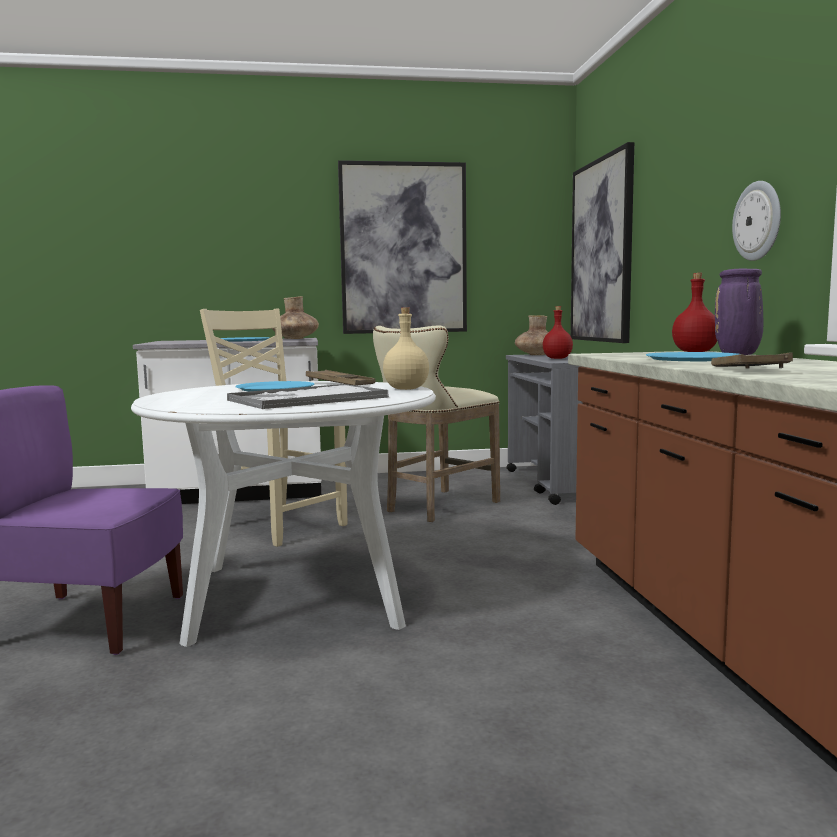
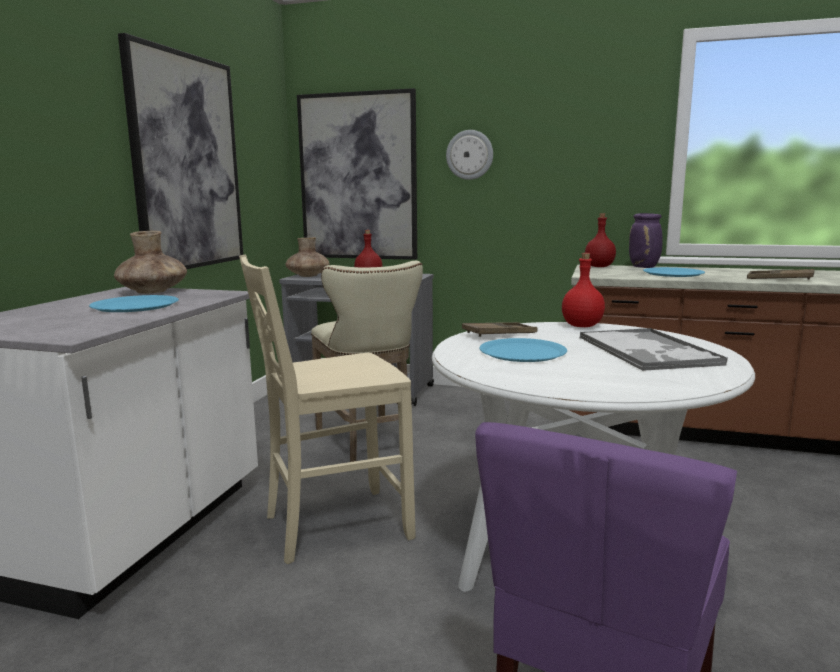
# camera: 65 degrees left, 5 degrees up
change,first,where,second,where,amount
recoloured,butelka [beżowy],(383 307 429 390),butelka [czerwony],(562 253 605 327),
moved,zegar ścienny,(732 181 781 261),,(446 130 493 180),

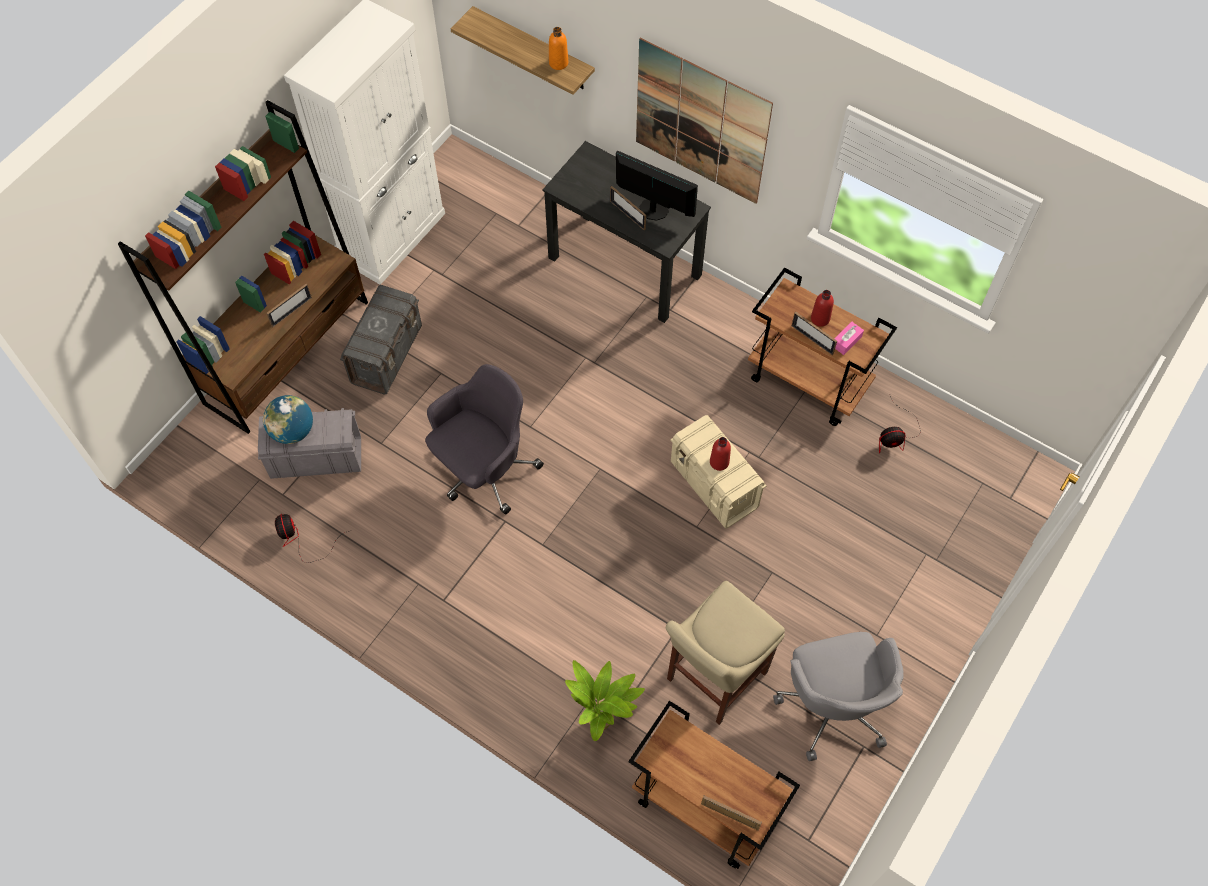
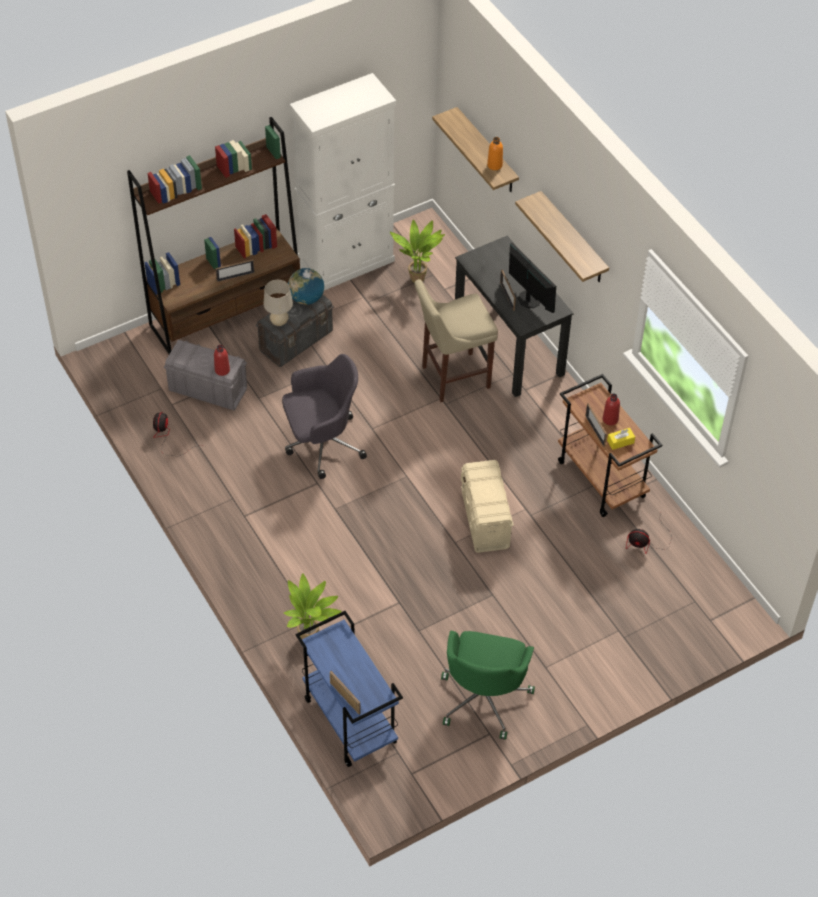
# camera: 25 degrees right, 10 degrees down
change,first,where,second,where,amount
moved,globus,(263 395 313 444),,(288 268 324 305),
recoloured,wózek [brązowy],(629 701 800 869),wózek [niebieski],(296 611 403 767),
replaced,obraz,(636 37 773 204),półka,(515 191 609 282),
moved,stołek [beżowy],(666 581 785 725),,(415 279 498 402),
moved,butelka [czerwony],(710 437 731 471),,(214 345 230 376),
recoloured,krzesło biurowe [szary],(773 632 904 761),krzesło biurowe [zielony],(441 631 535 740),
recoloured,pudełko chusteczek [różowy],(834 321 864 355),pudełko chusteczek [żółty],(607 428 635 450),
added,,,lampa stołowa [beżowy],(263 280 293 326),
added,,,roślina doniczkowa,(390 220 445 283),

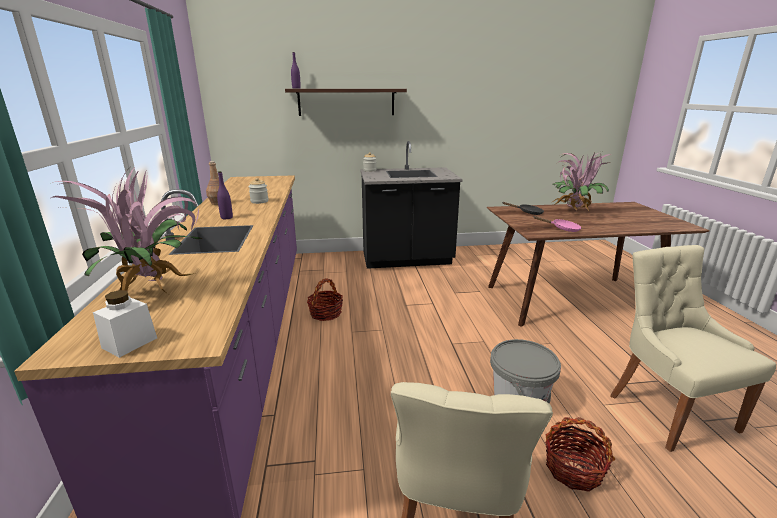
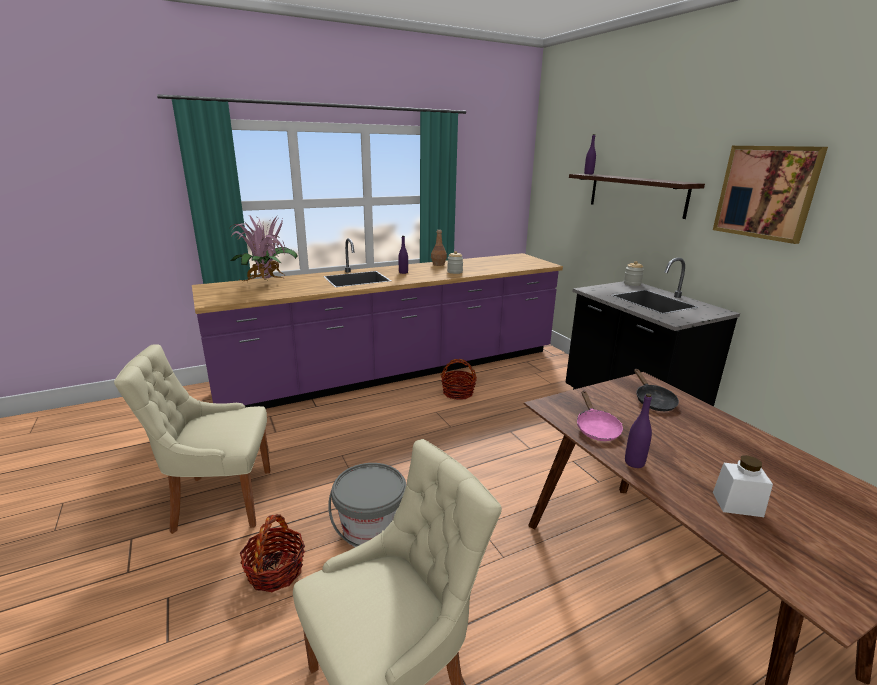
# camera: 70 degrees right, 0 degrees up
change,first,where,second,where,amount
moved,słoik [biały],(93 290 157 358),,(713 455 773 517),
removed,roślina doniczkowa,(551 152 611 212),,,
added,,,butelka [fioletowy],(625 393 652 468),
added,,,obraz,(713 146 828 244),

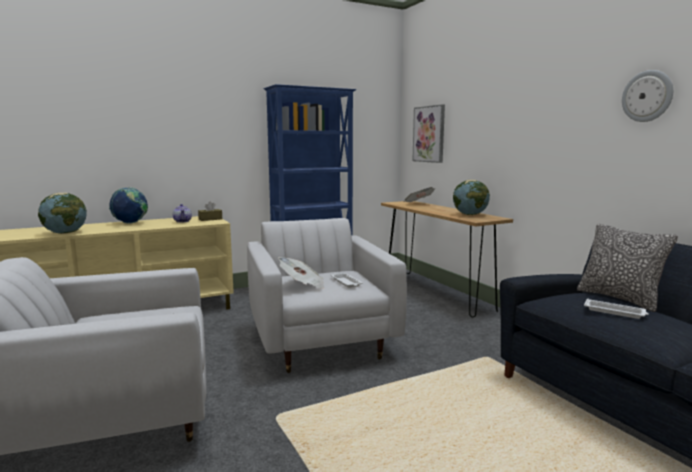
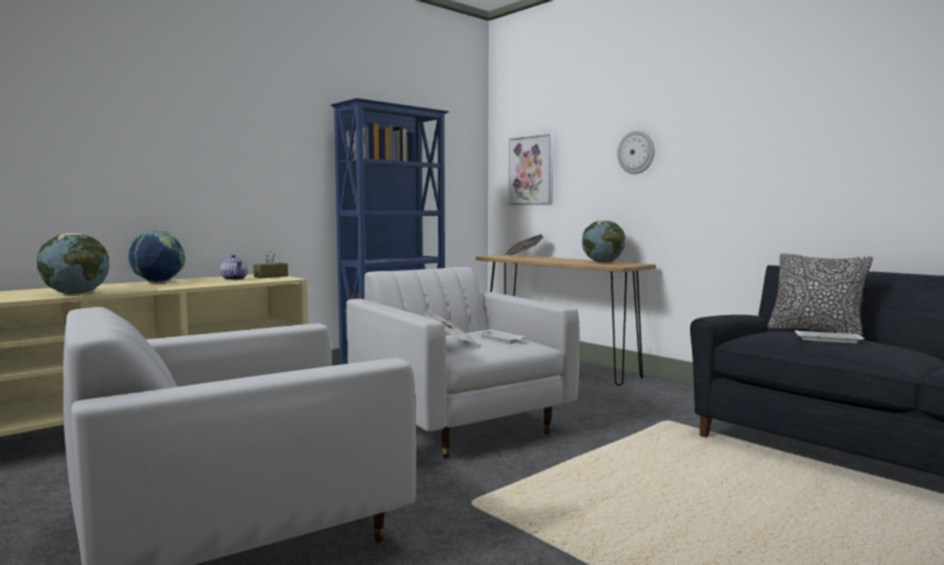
# camera: 15 degrees left, 5 degrees down
change,first,where,second,where,amount
moved,zegar ścienny,(622 70 673 122),,(617 130 655 174),

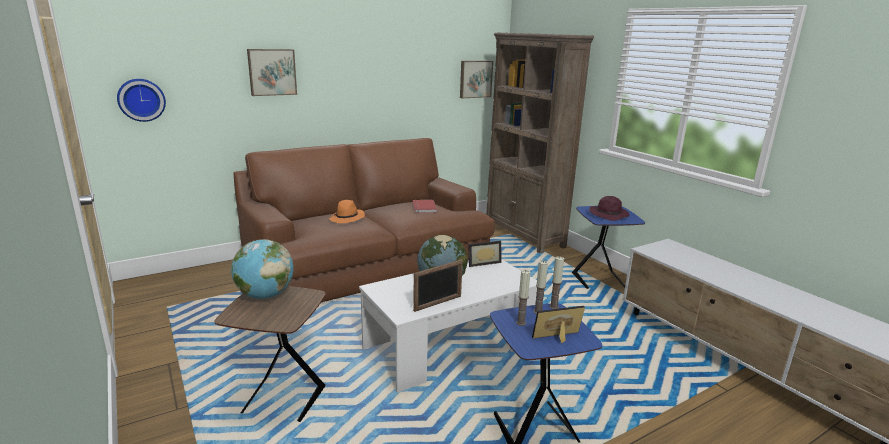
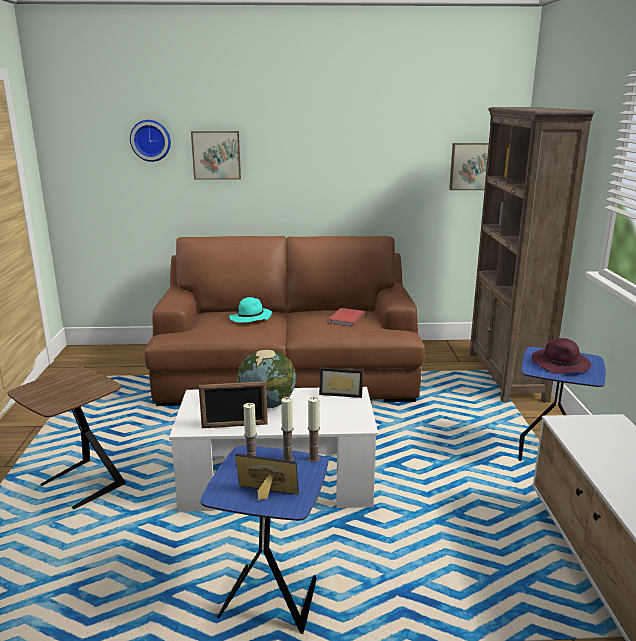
# camera: 30 degrees right, 0 degrees up
change,first,where,second,where,amount
moved,zegar ścienny,(117 79 166 122),,(130 120 171 162),
removed,globus,(231 239 293 299),,,
recoloured,kapelusz [pomarańczowy],(328 200 365 223),kapelusz [turkusowy],(229 297 272 323),

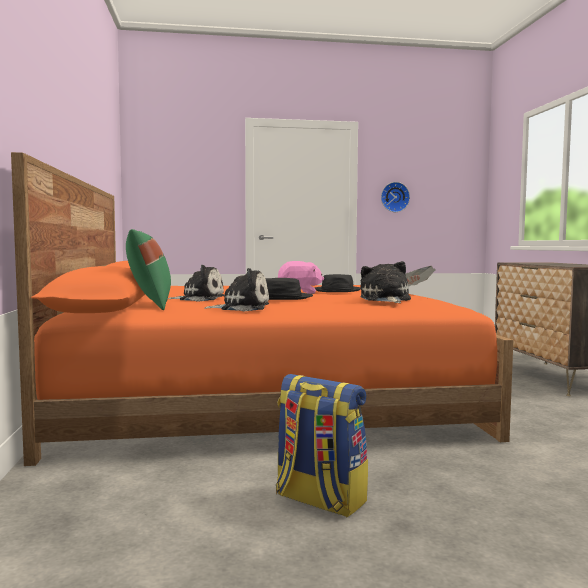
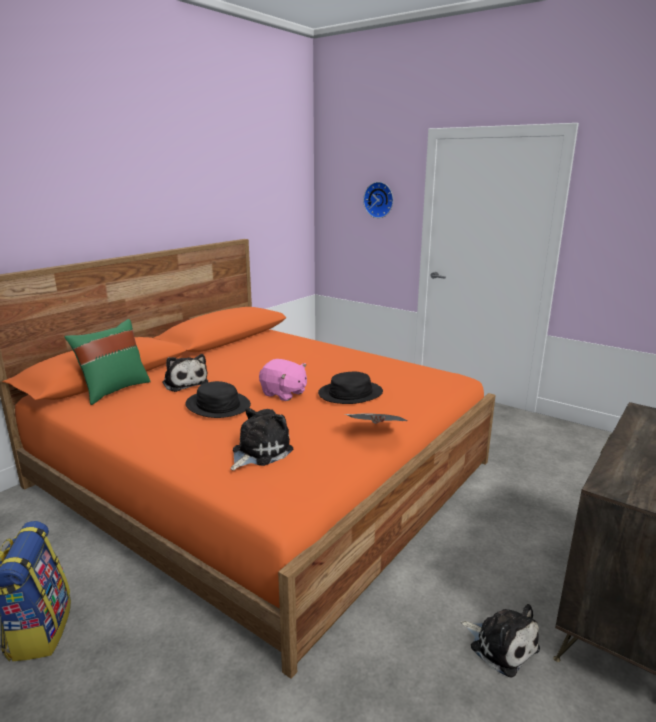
# camera: 45 degrees right, 15 degrees up
change,first,where,second,where,amount
moved,pluszak,(204 268 270 311),,(461 604 540 678),
moved,zegar ścienny,(381 182 410 212),,(363 182 393 218),

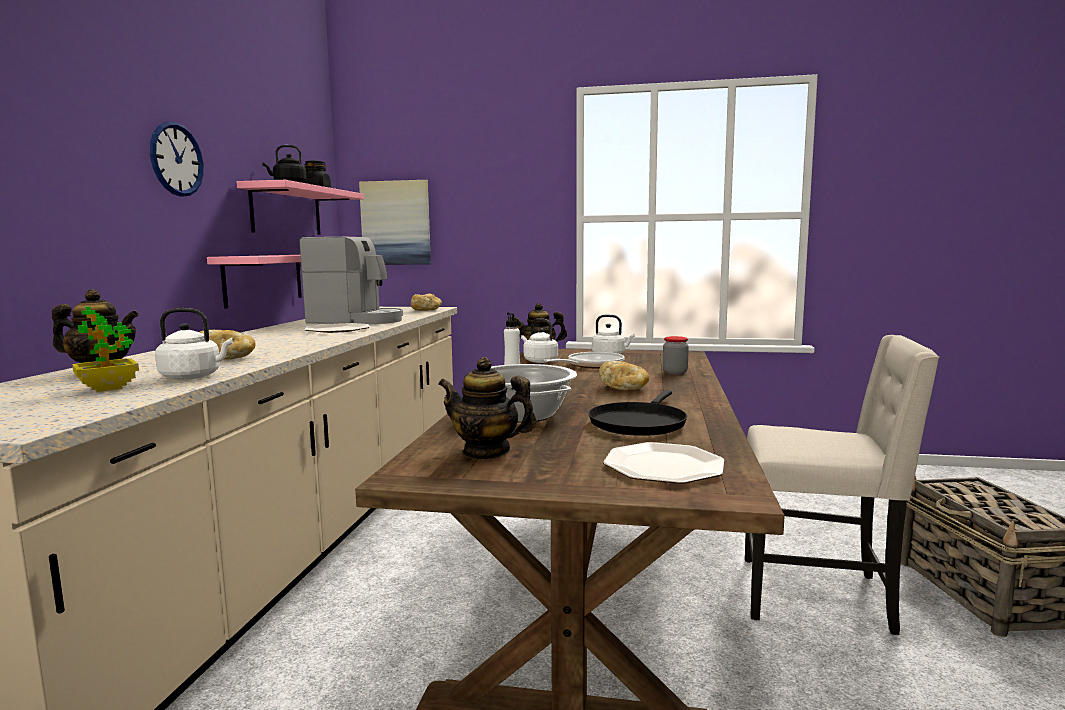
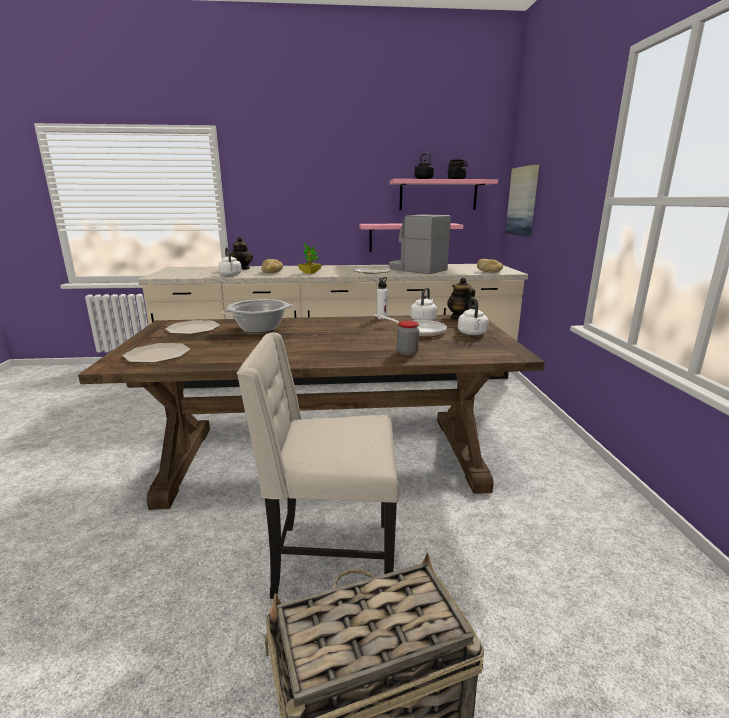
# camera: 75 degrees right, 10 degrees up
change,first,where,second,where,amount
moved,roślina doniczkowa,(72 306 139 392),,(298 243 322 274),
removed,zegar ścienny,(150 122 204 197),,,
turned,ekspres do kawy,(300 237 403 324),,(389 215 451 274),135 degrees clockwise
replaced,imbryk,(438 357 537 460),talerz,(165 320 220 334),
removed,patelnia [czarny],(588 390 687 436),,,
removed,chleb,(599 361 649 391),,,
turned,krzesło [beżowy],(745 335 940 635),,(237 332 399 599),90 degrees clockwise

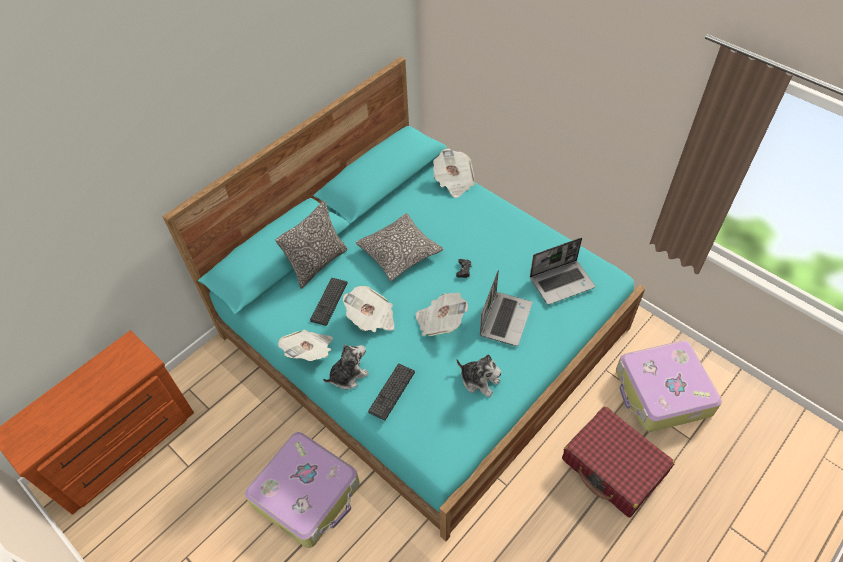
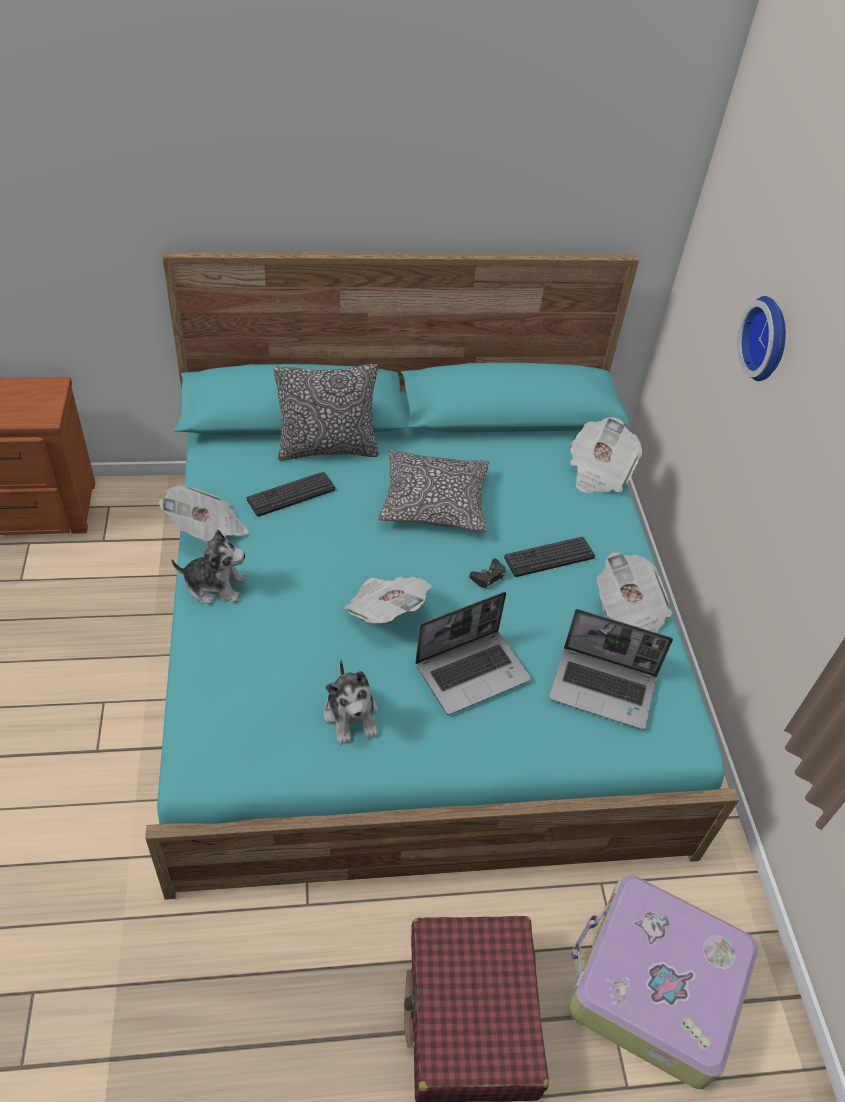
# camera: 35 degrees right, 5 degrees down
change,first,where,second,where,amount
removed,walizka,(245 432 360 548),,,
moved,gazeta,(343 286 394 332),,(597 551 672 633),
moved,klawiatura,(368 364 415 421),,(504 537 595 577),
added,,,zegar ścienny,(738 296 786 381),

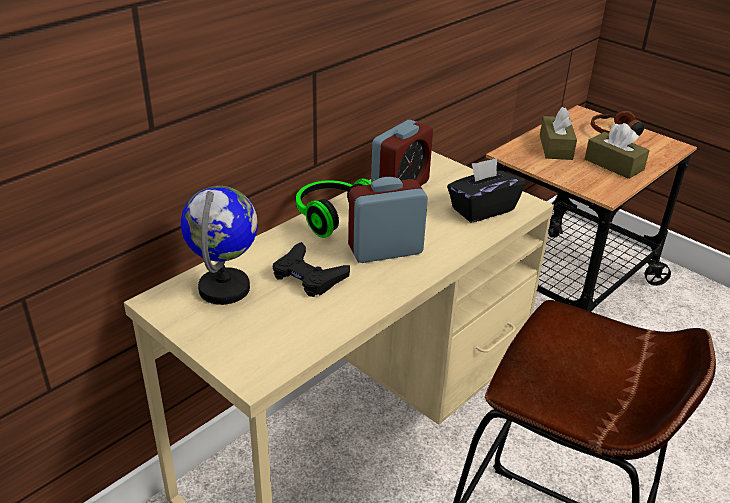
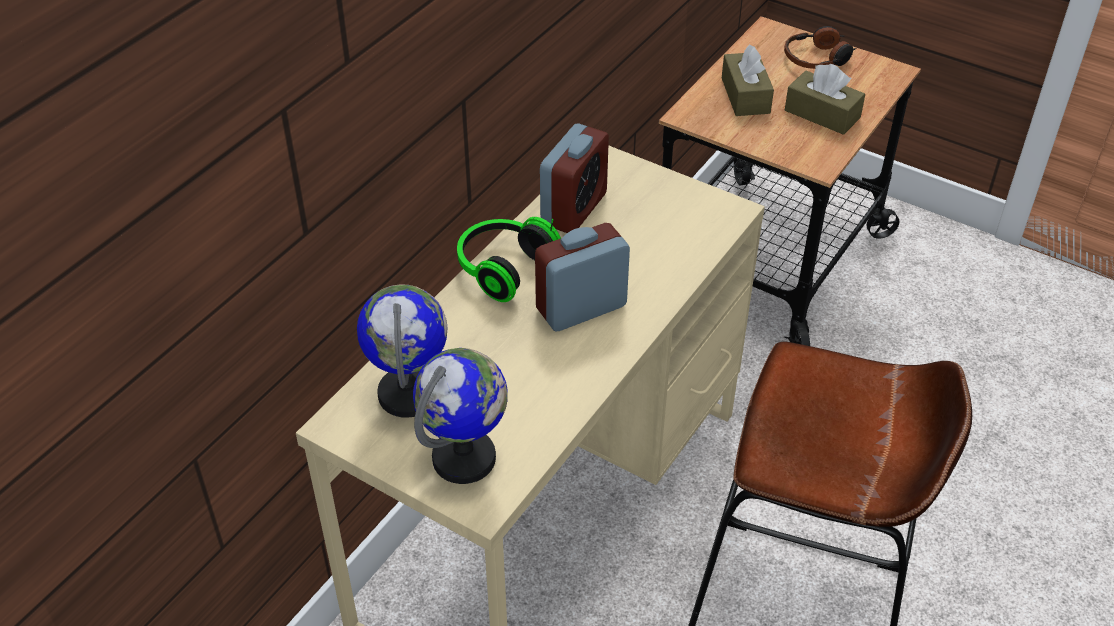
# camera: 10 degrees left, 10 degrees up
change,first,where,second,where,amount
removed,pad do gier [czarny],(273 242 350 297),,,
removed,pudełko chusteczek [czarny],(447 158 525 223),,,
added,,,globus,(413 348 508 484),

